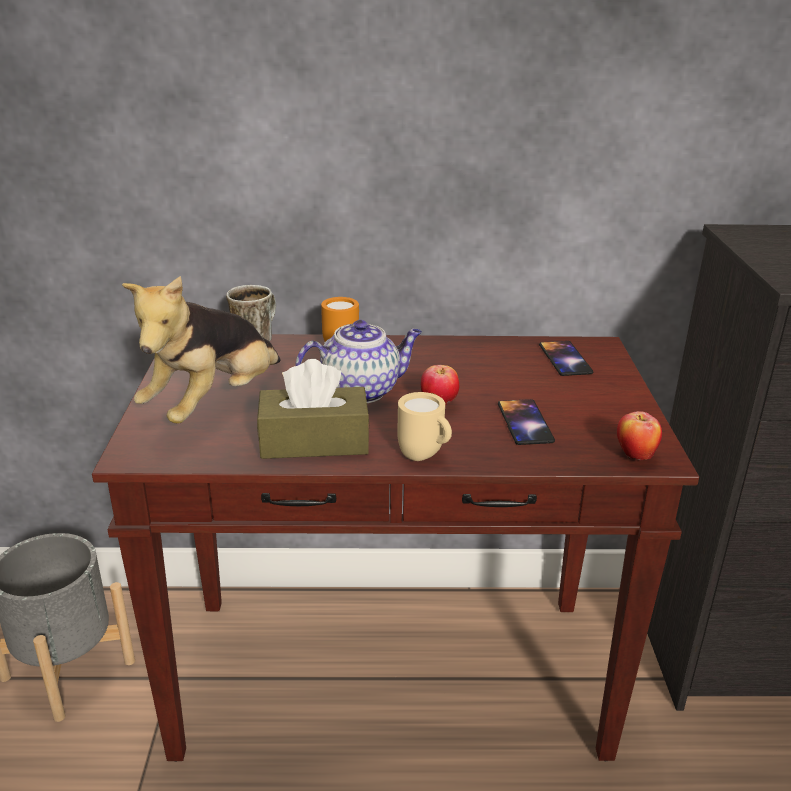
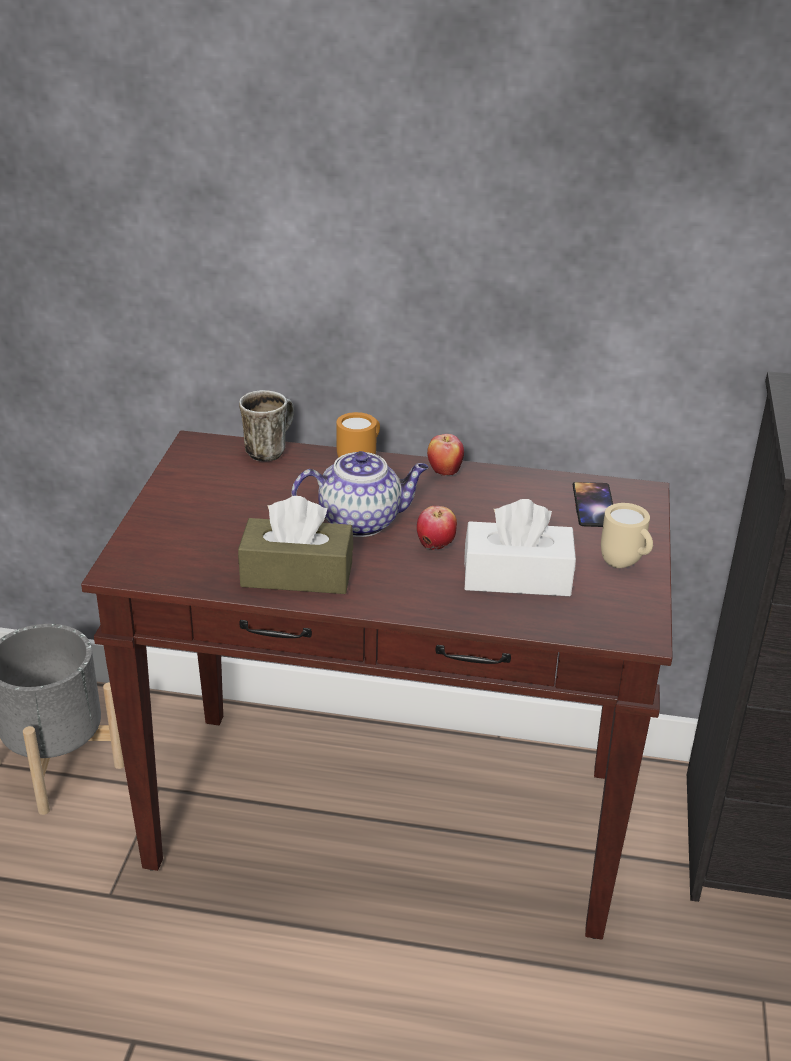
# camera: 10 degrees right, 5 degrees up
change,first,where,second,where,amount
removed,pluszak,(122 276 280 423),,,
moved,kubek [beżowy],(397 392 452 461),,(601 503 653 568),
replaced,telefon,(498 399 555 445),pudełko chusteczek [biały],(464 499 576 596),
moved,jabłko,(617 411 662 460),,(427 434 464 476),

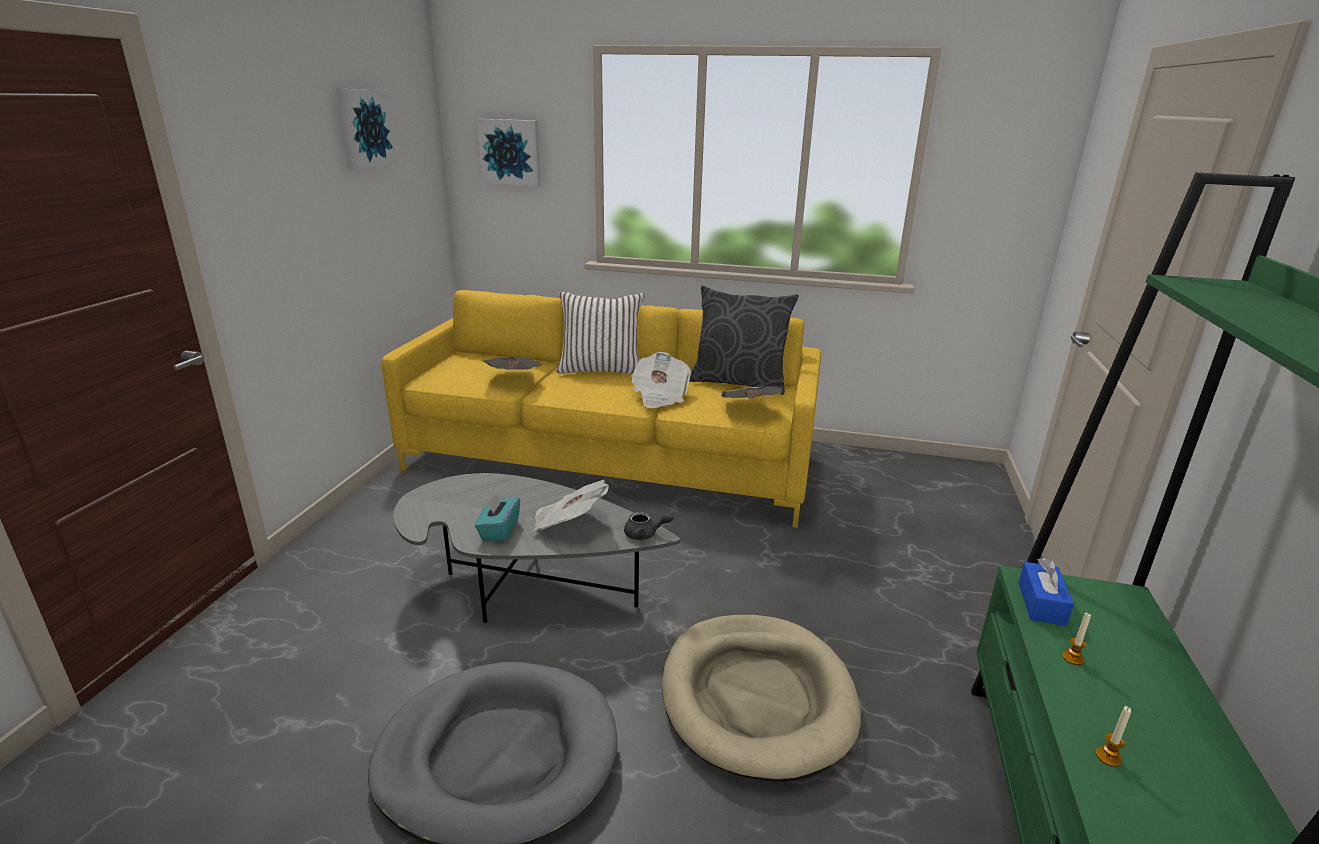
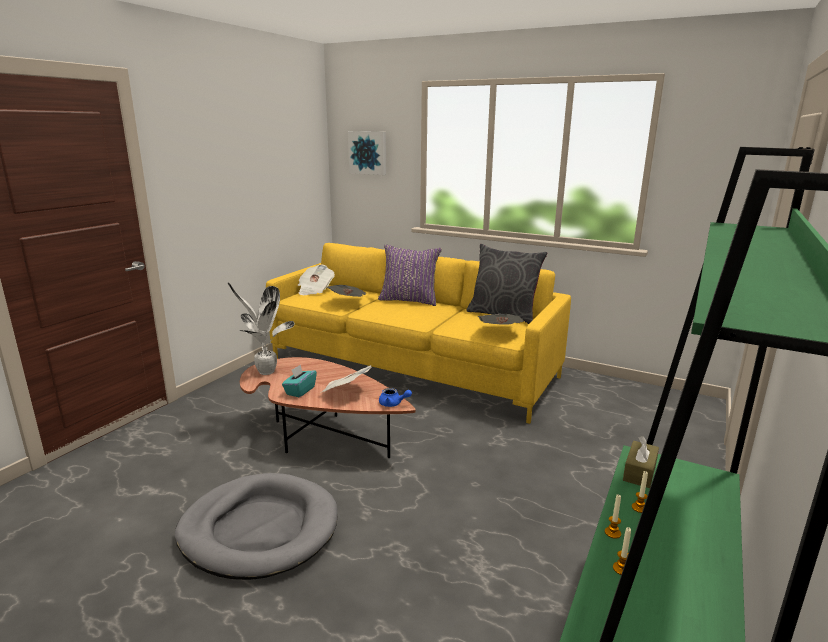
# camera: 15 degrees right, 5 degrees down
change,first,where,second,where,amount
removed,obraz,(336 89 397 170),,,
recoloured,ława [szary],(393 473 680 623),ława [brązowy],(240 357 416 458),
recoloured,poduszka [biały],(557 292 645 374),poduszka [fioletowy],(378 245 442 306),
recoloured,imbryk [szary],(624 512 673 540),imbryk [niebieski],(379 388 412 407),
moved,gazeta,(631 352 692 408),,(298 265 335 295),
removed,legowisko [beżowy],(662 615 861 782),,,
recoloured,pudełko chusteczek [niebieski],(1018 558 1074 626),pudełko chusteczek [brązowy],(623 436 659 488),
added,,,roślina doniczkowa,(228 283 294 375),
added,,,świeca,(605 494 621 539),

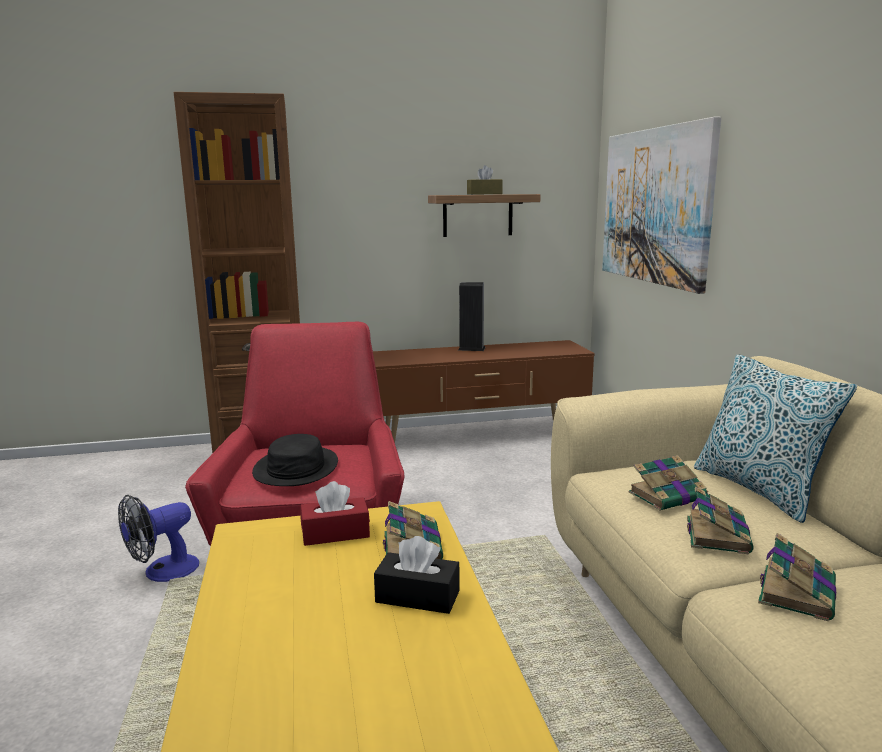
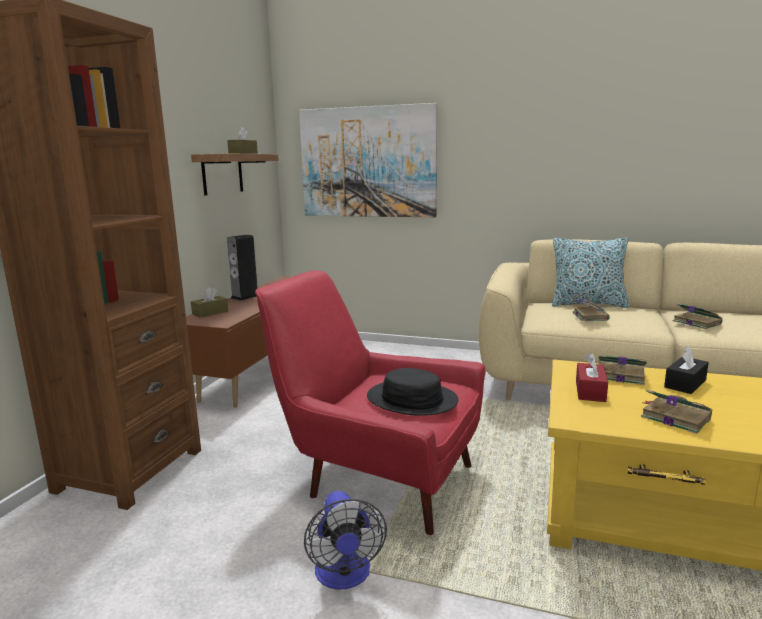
# camera: 60 degrees left, 0 degrees up
change,first,where,second,where,amount
moved,książka,(687 487 754 555),,(641 389 713 434),
added,,,pudełko chusteczek [brązowy],(191 287 228 318),

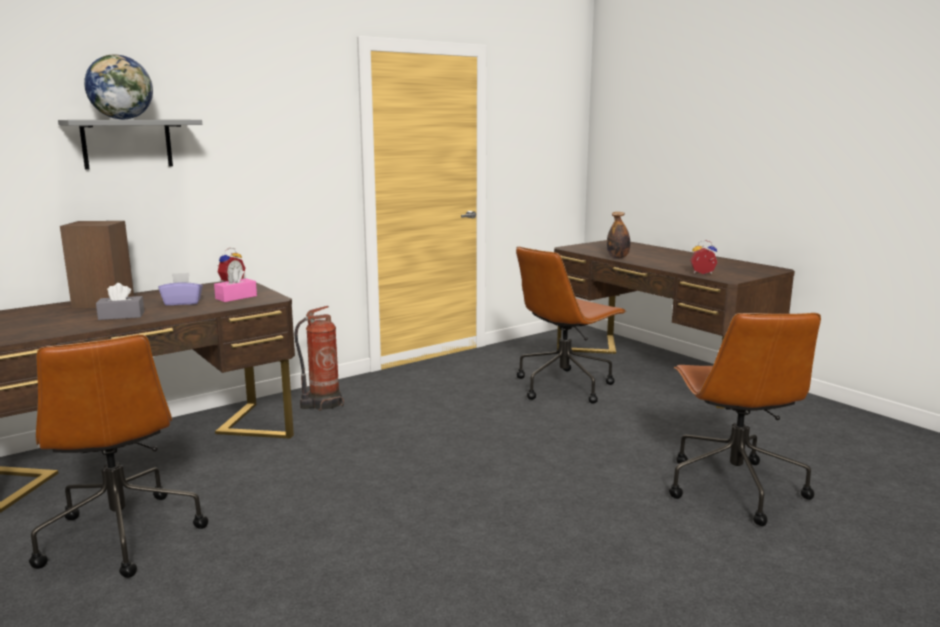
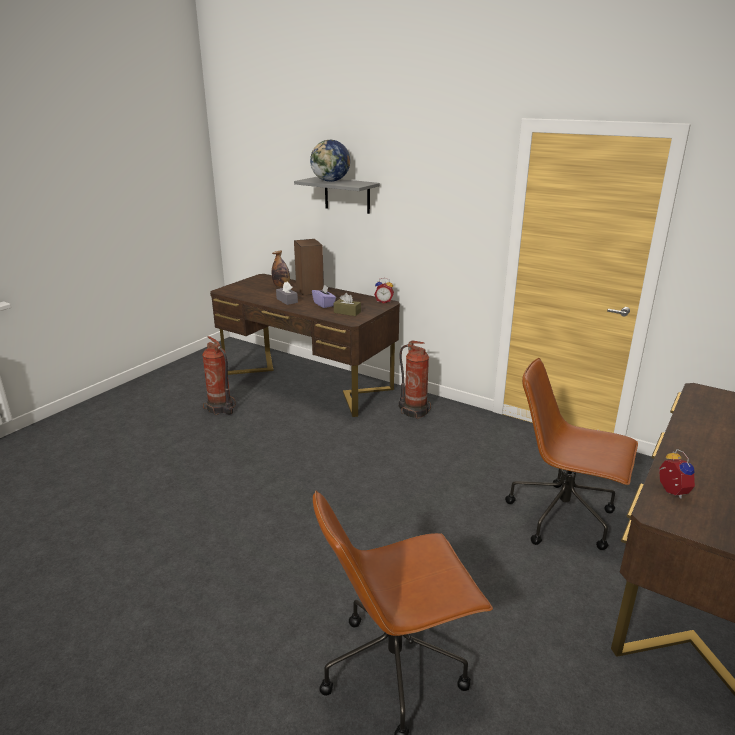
# camera: 70 degrees right, 10 degrees up
change,first,where,second,where,amount
replaced,krzesło biurowe [brązowy],(29 334 208 578),gaśnica,(202 336 236 415),
recoloured,pudełko chusteczek [różowy],(214 268 257 302),pudełko chusteczek [brązowy],(334 293 361 316),
moved,butelka,(607 212 630 258),,(272 251 290 287),

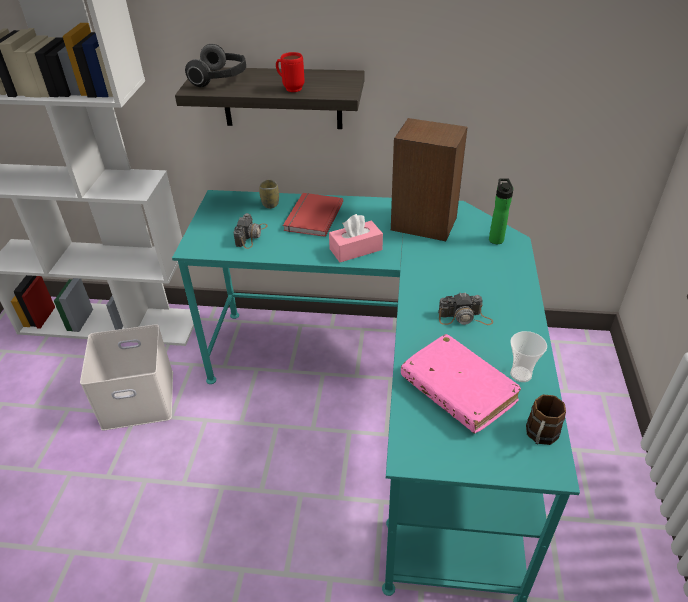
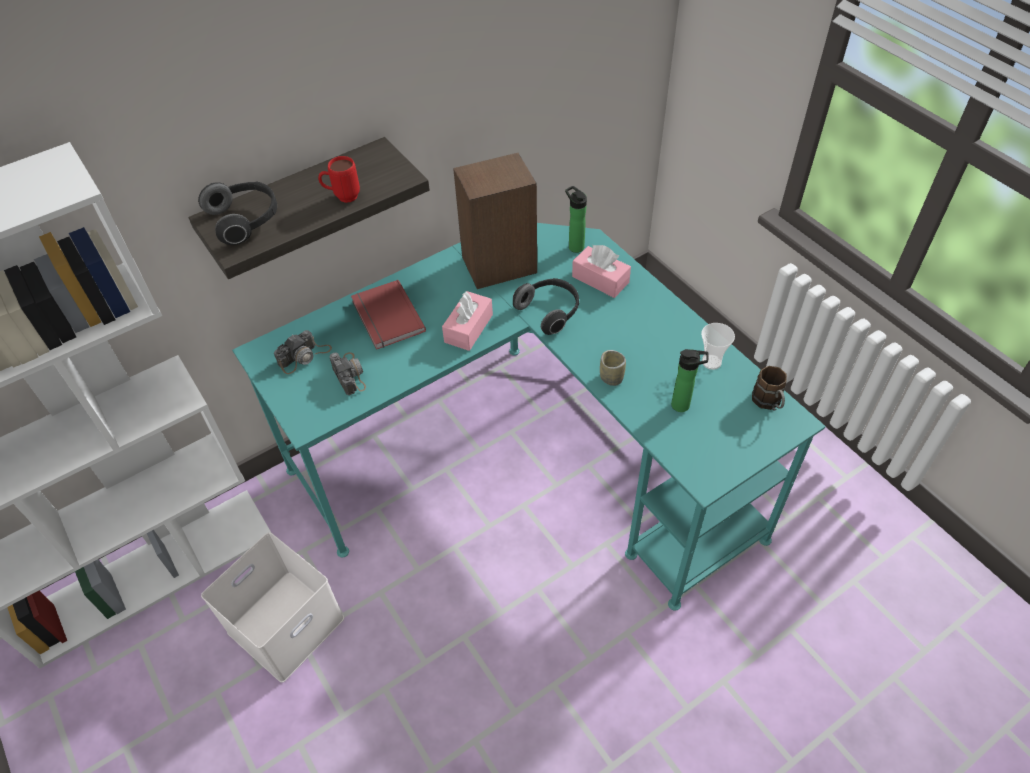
# camera: 40 degrees left, 10 degrees up
change,first,where,second,where,amount
moved,filiżanka,(259 179 279 209),,(600 350 626 386),
replaced,książka [różowy],(401 334 521 434),butelka,(671 349 709 412),
moved,aparat fotograficzny,(438 293 493 325),,(274 330 332 374),
added,,,słuchawki,(513 278 579 335),
added,,,pudełko chusteczek [różowy],(572 245 631 298),

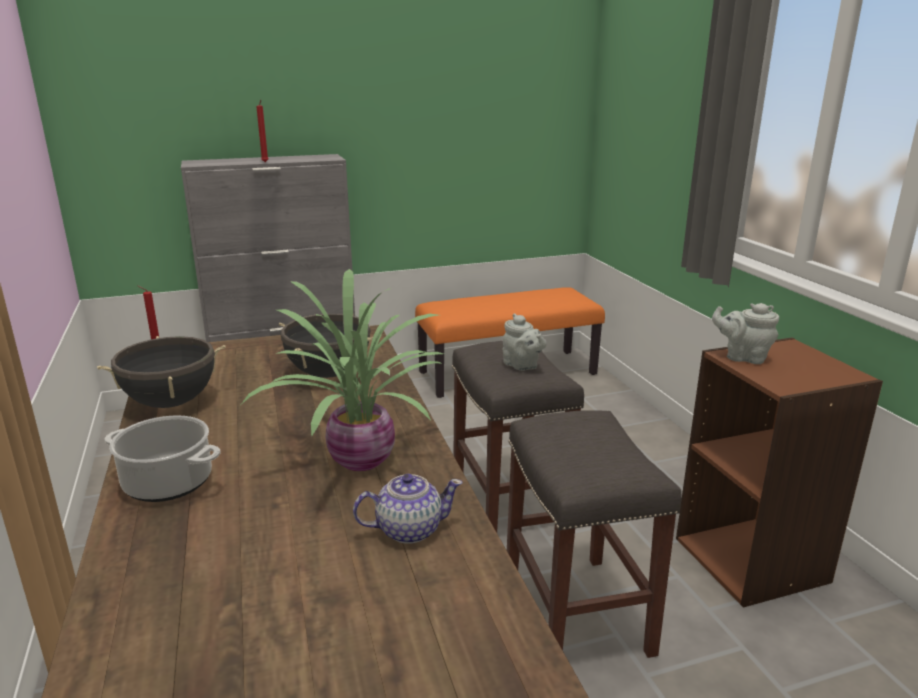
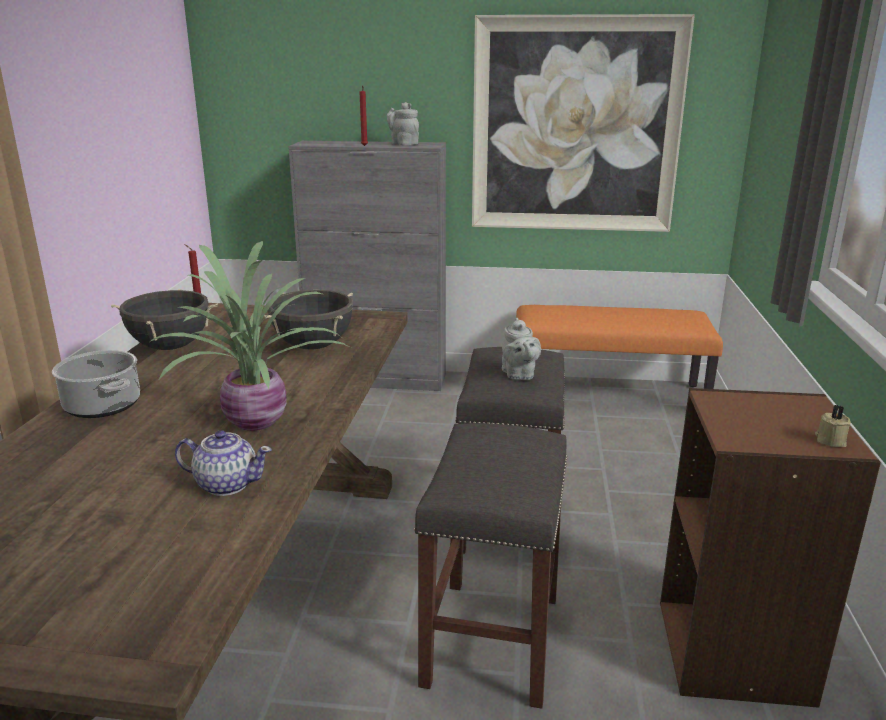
# camera: 25 degrees right, 0 degrees up
change,first,where,second,where,amount
moved,imbryk [szary],(712 303 779 364),,(387 102 419 146),
added,,,obraz,(472 14 695 232),
added,,,świeca [beżowy],(815 405 851 447),

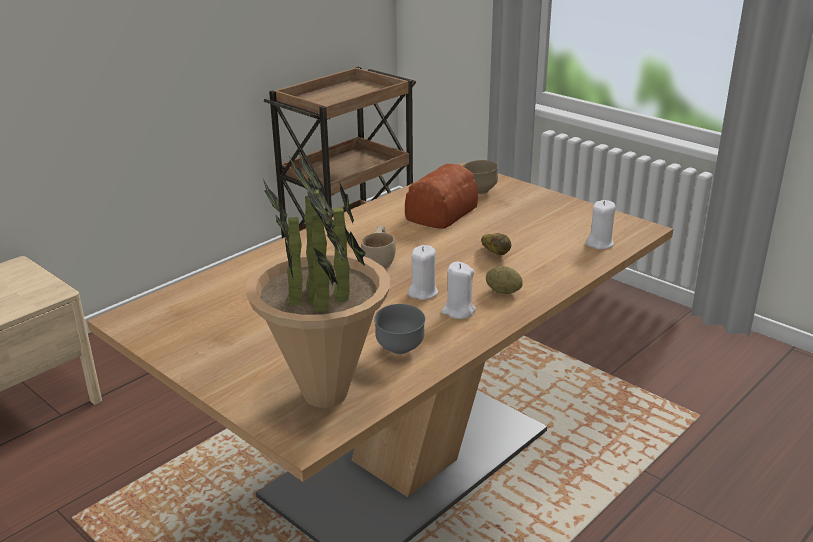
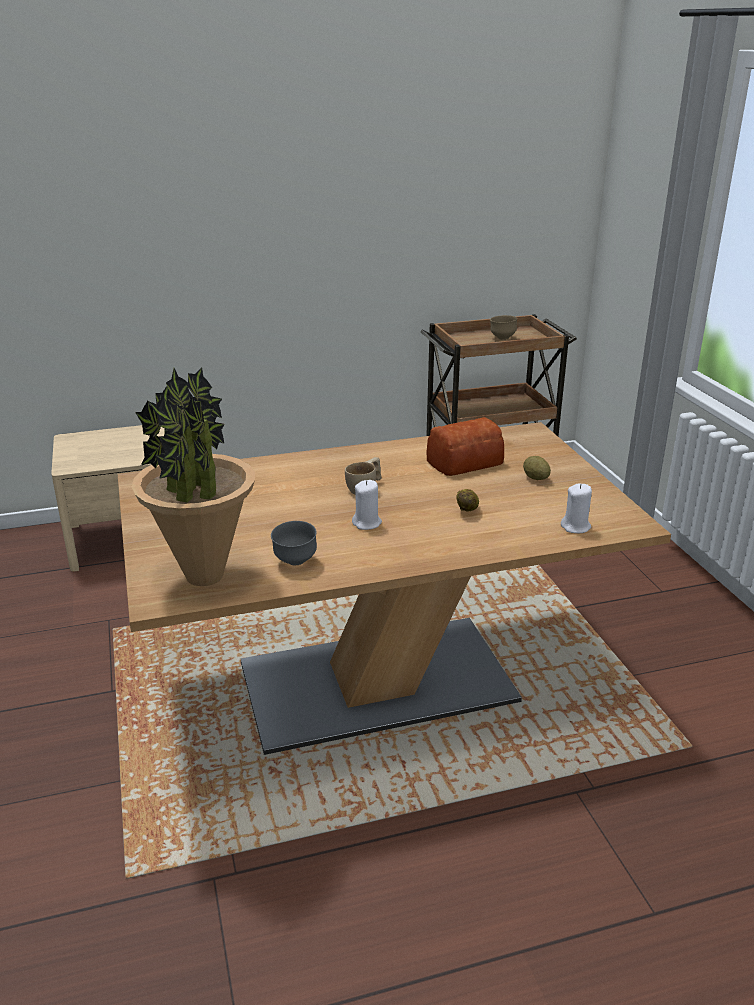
# camera: 30 degrees right, 0 degrees up
change,first,where,second,where,amount
removed,świeca [biały],(441 262 476 319),,,
moved,miska [brązowy],(462 160 498 194),,(490 315 517 340),
moved,ziemniak,(486 266 523 294),,(523 456 551 480),

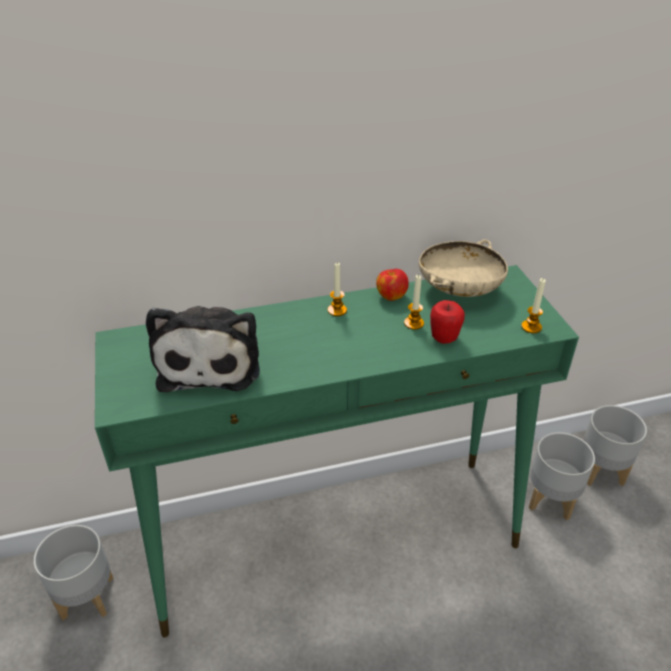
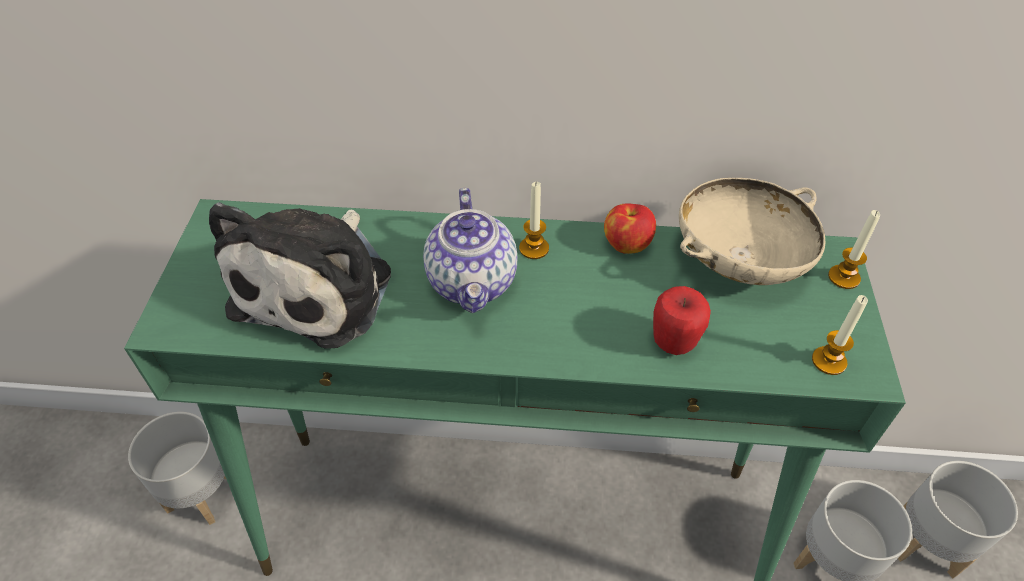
# camera: 20 degrees right, 10 degrees up
change,first,where,second,where,amount
moved,świeca,(404 275 424 330),,(828 210 880 289),
added,,,imbryk,(423 188 517 313),

